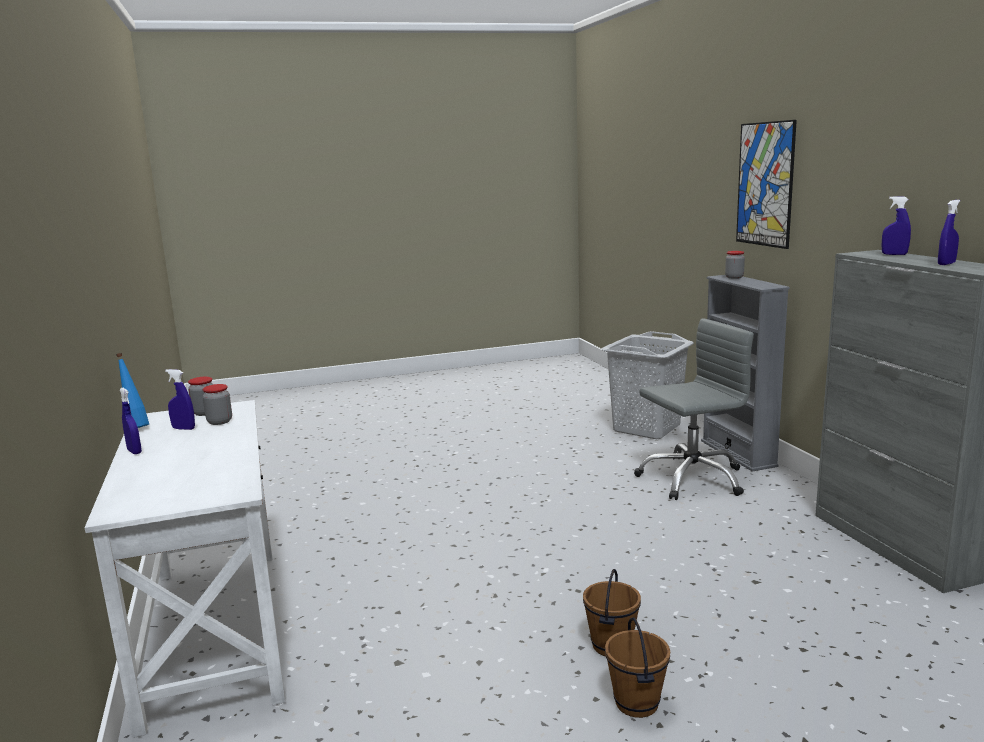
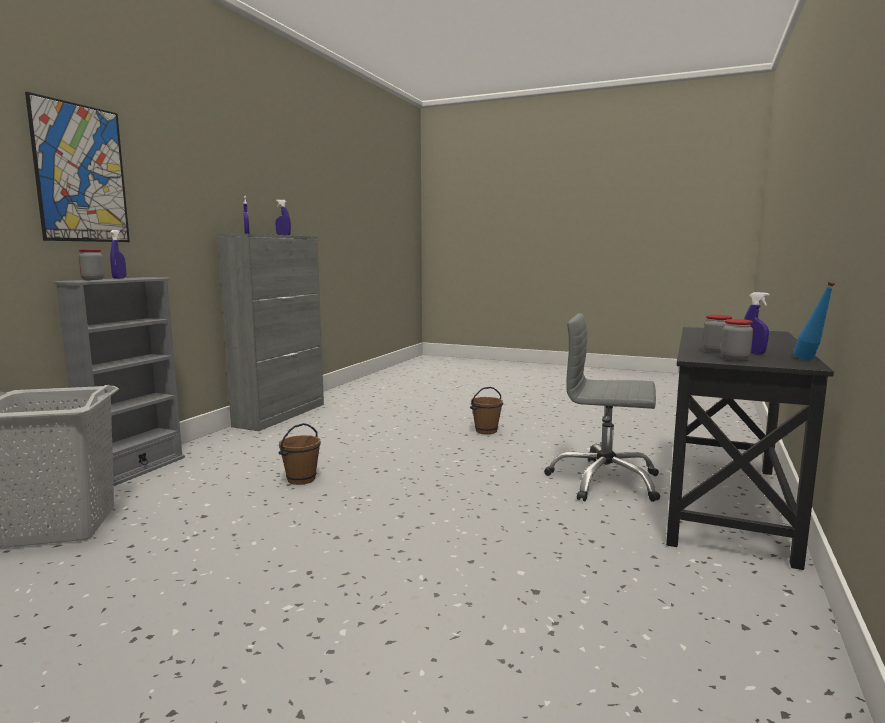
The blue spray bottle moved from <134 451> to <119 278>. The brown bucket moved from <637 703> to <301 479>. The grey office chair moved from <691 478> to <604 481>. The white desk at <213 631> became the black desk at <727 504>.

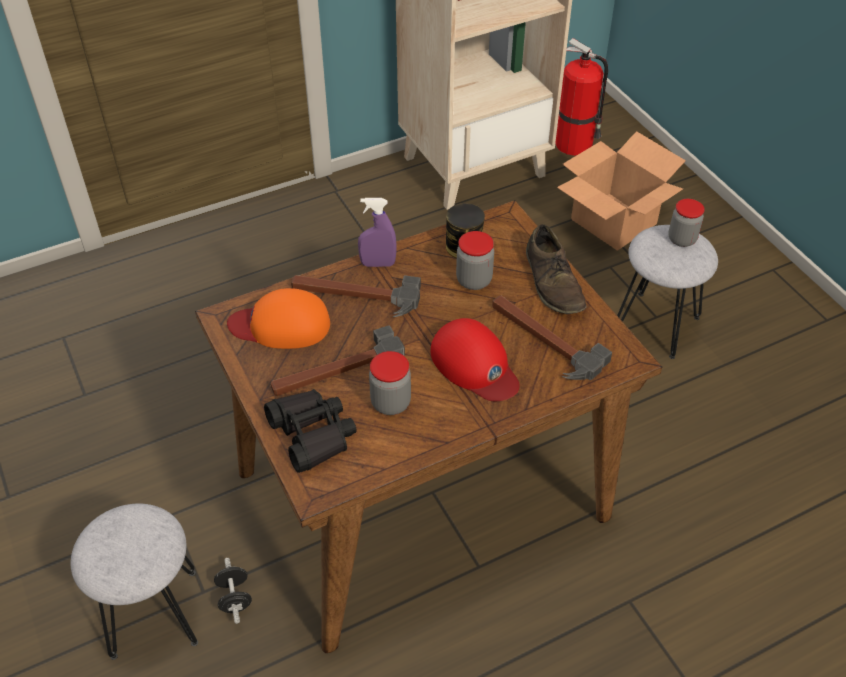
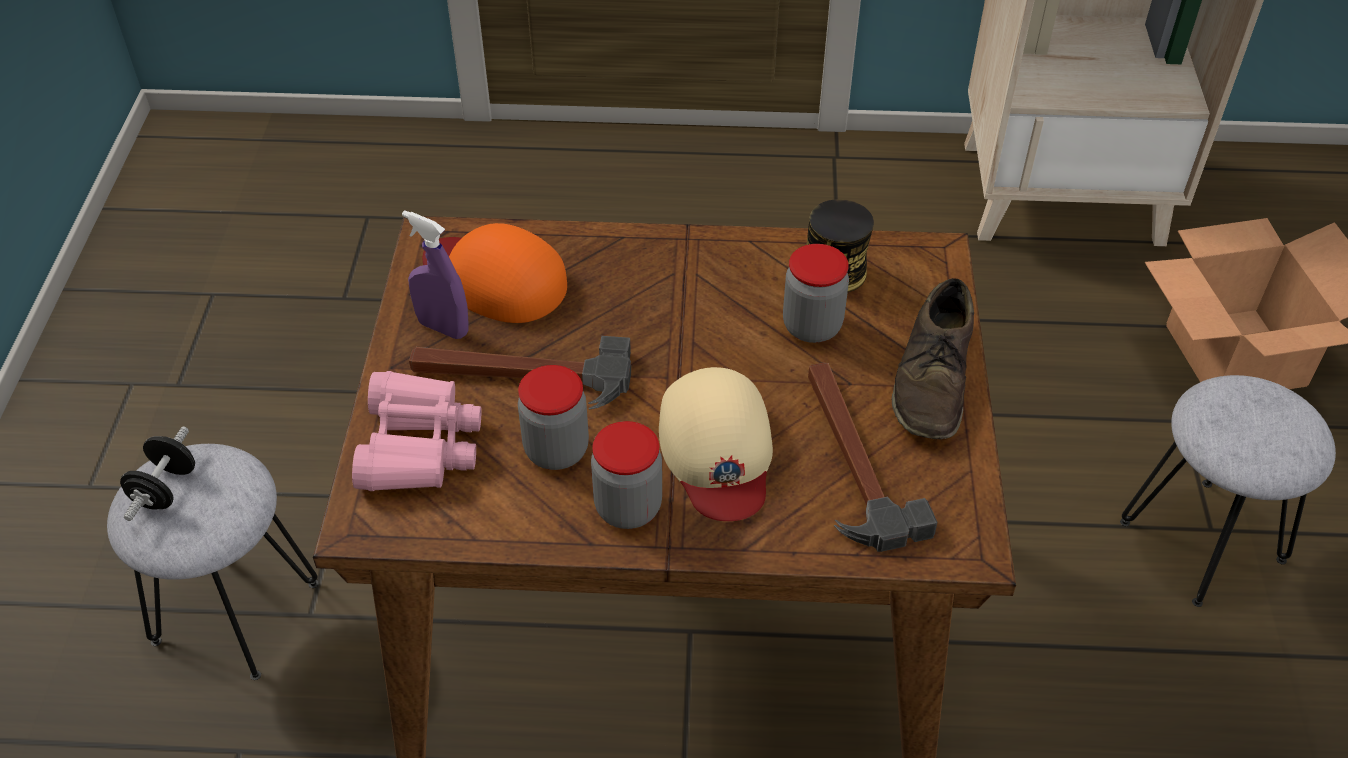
The hammer at <355 295> disappeared. The fire extinguisher at <575 144> disappeared. The black dumbbell moved from <235 597> to <165 489>. The purple spray bottle moved from <378 264> to <443 328>. The jar moved from <682 239> to <628 507>. The black binoculars at <312 434> became the pink binoculars at <418 446>. The red cap at <474 365> became the beige cap at <717 450>.

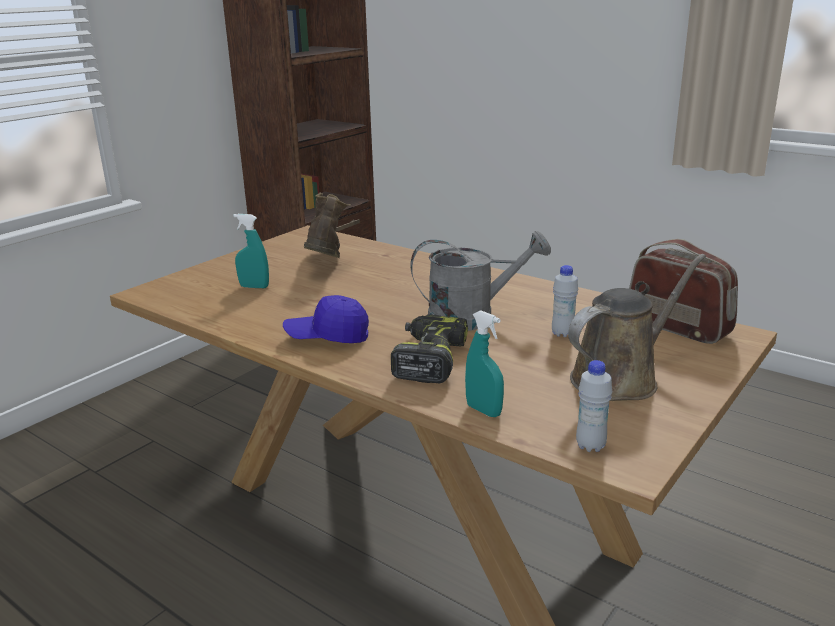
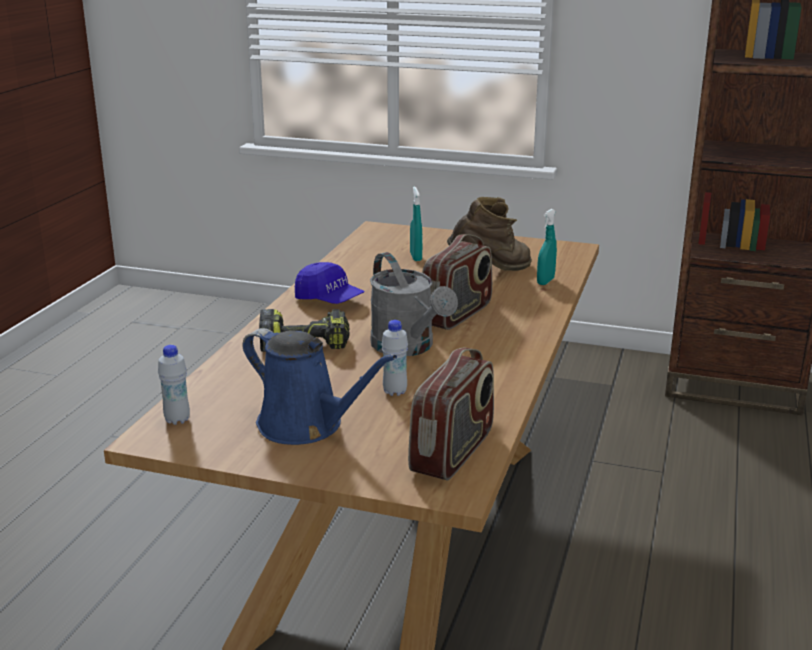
The radio at <457 314> appeared. The turquoise spray bottle moved from <483 410> to <545 281>. The brown watering can at <620 378> became the blue watering can at <306 426>. The blue cap at <327 337> turned 150 degrees clockwise.

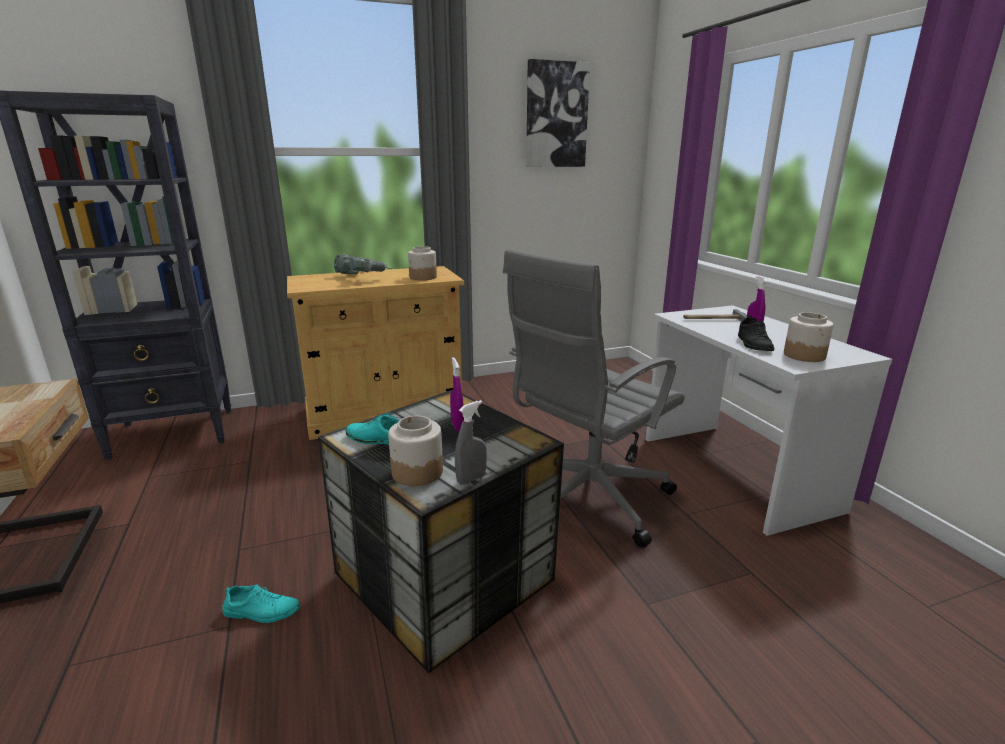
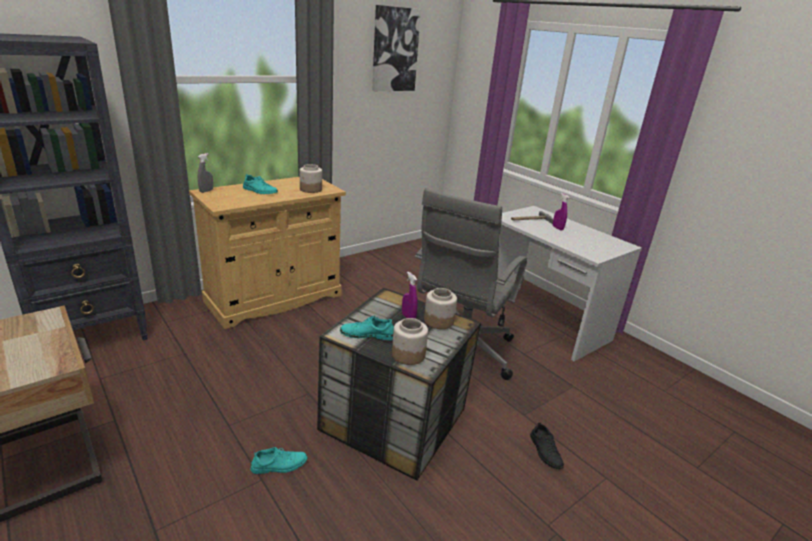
The grey spray bottle moved from <471 479> to <206 191>. The black shoe moved from <754 344> to <545 451>. The jar moved from <804 355> to <439 321>. The power drill at <362 278> was replaced by the turquoise shoe at <260 191>.

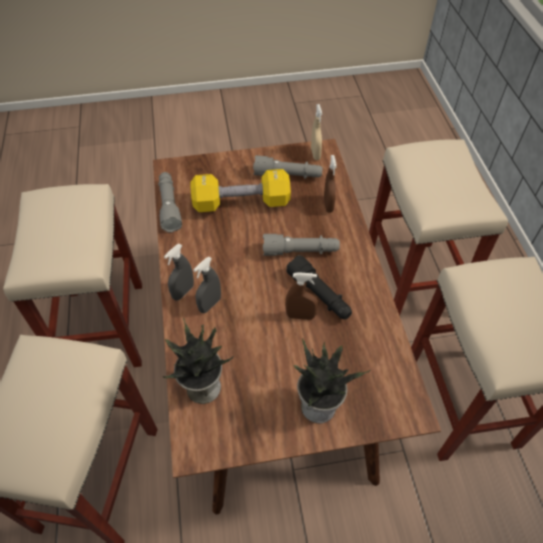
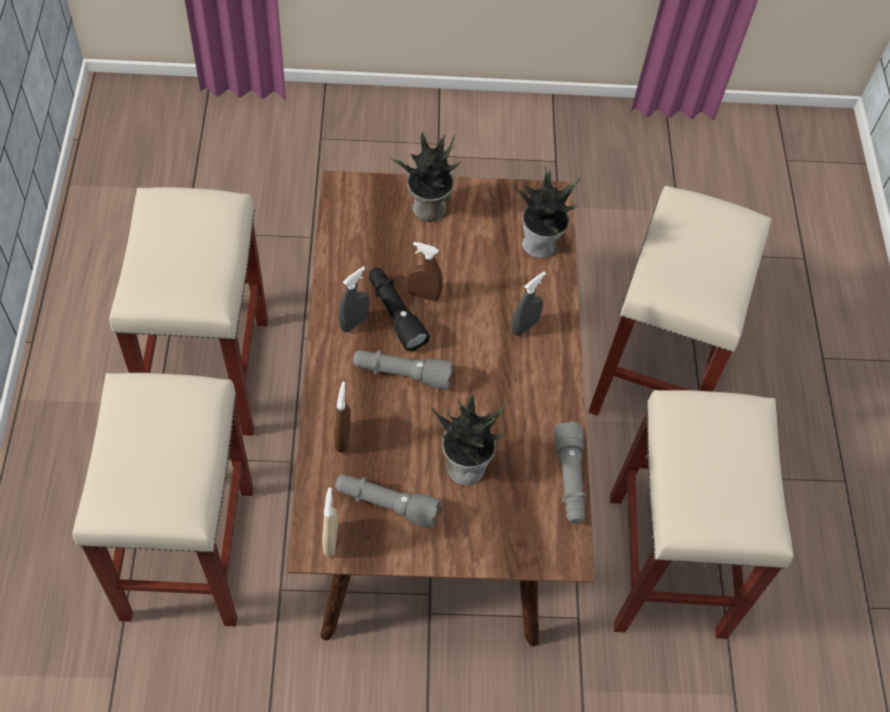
The grey spray bottle moved from <183 292> to <354 323>. The yellow dumbbell at <241 203> was replaced by the potted plant at <465 465>.

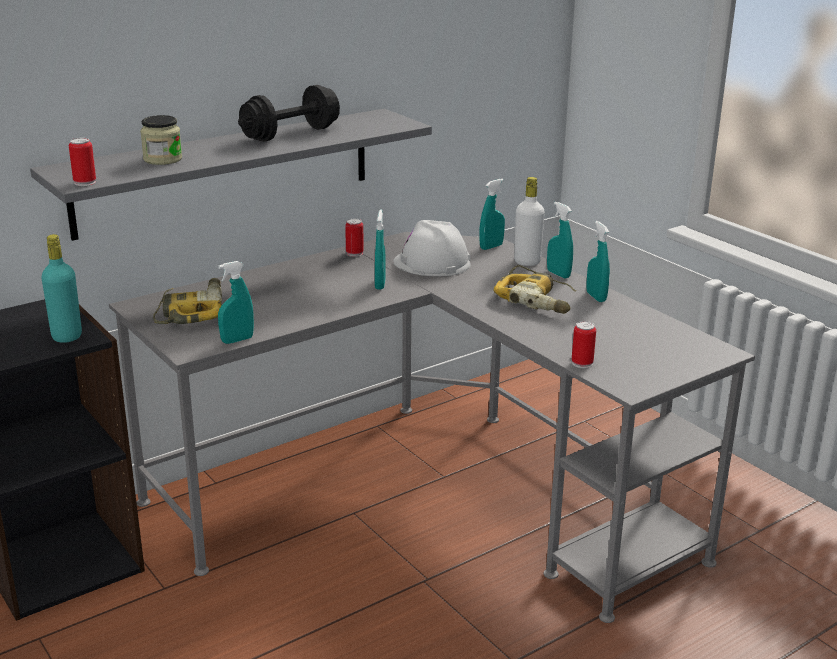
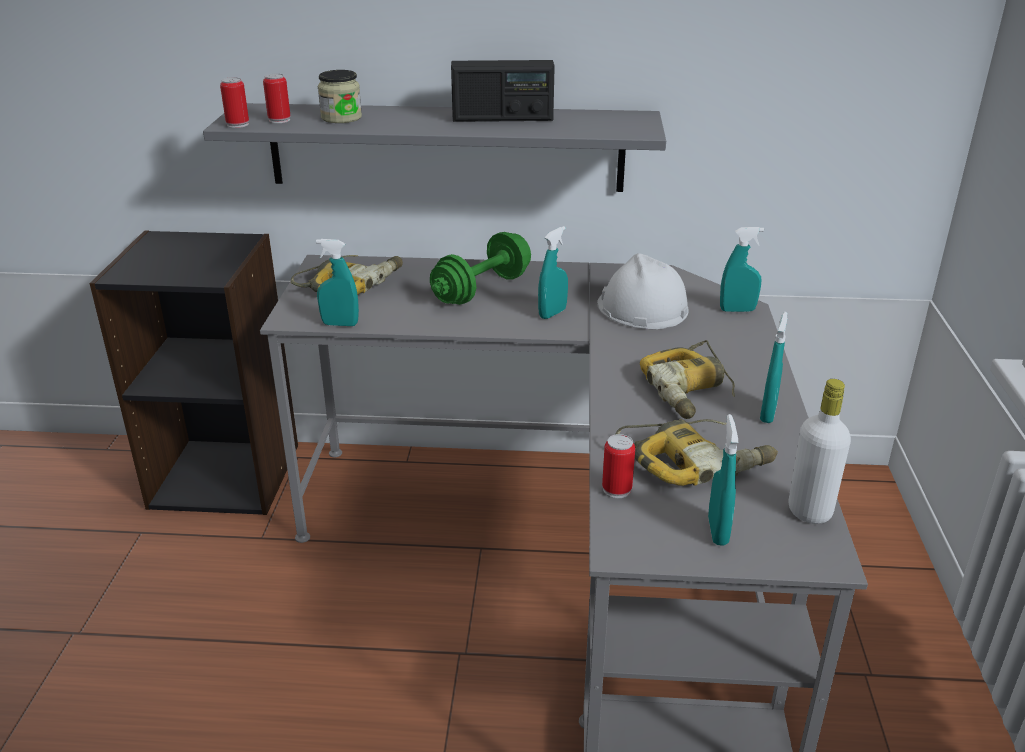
The turquoise bottle at <67 336> disappeared. The green dumbbell at <482 289> appeared. The power drill at <695 460> appeared. The can moved from <354 253> to <279 120>. The white bottle moved from <527 262> to <809 511>. The turquoise spray bottle moved from <558 274> to <717 531>. The black dumbbell at <291 134> was replaced by the radio at <502 118>.

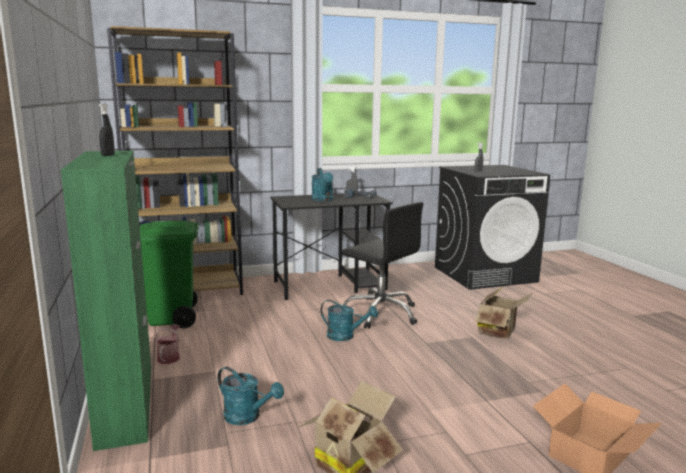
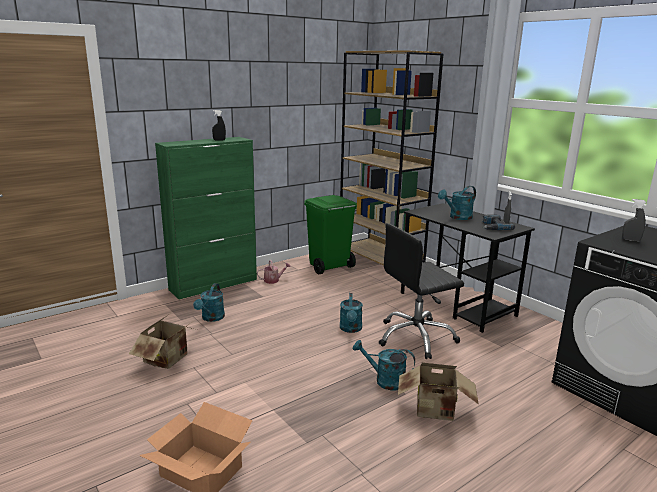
The turquoise watering can at <384 381> appeared. The black office chair at <381 313> turned 45 degrees clockwise.

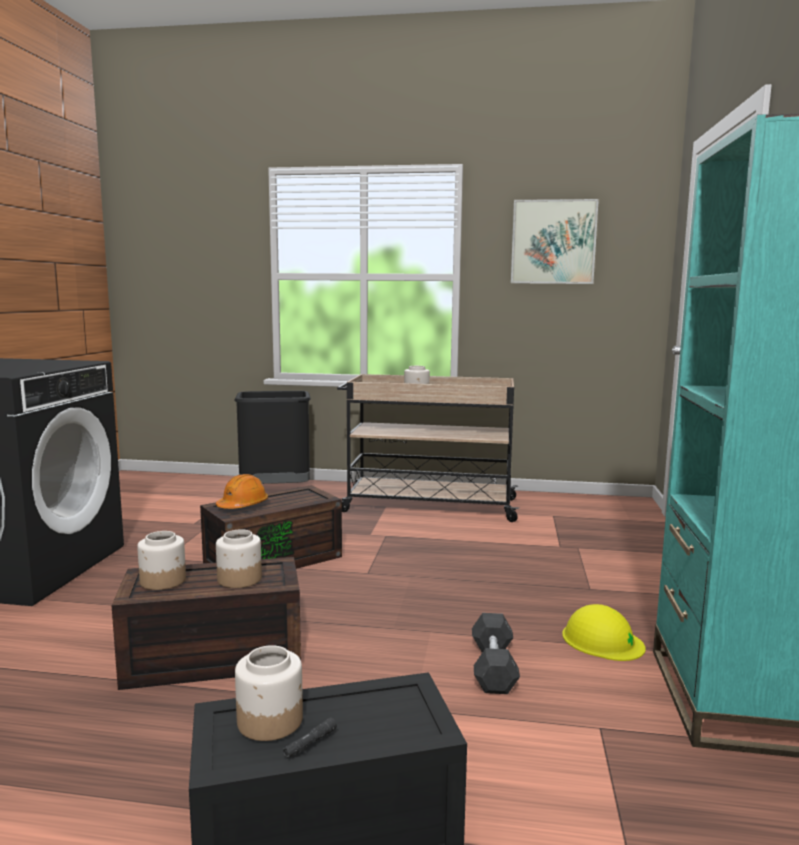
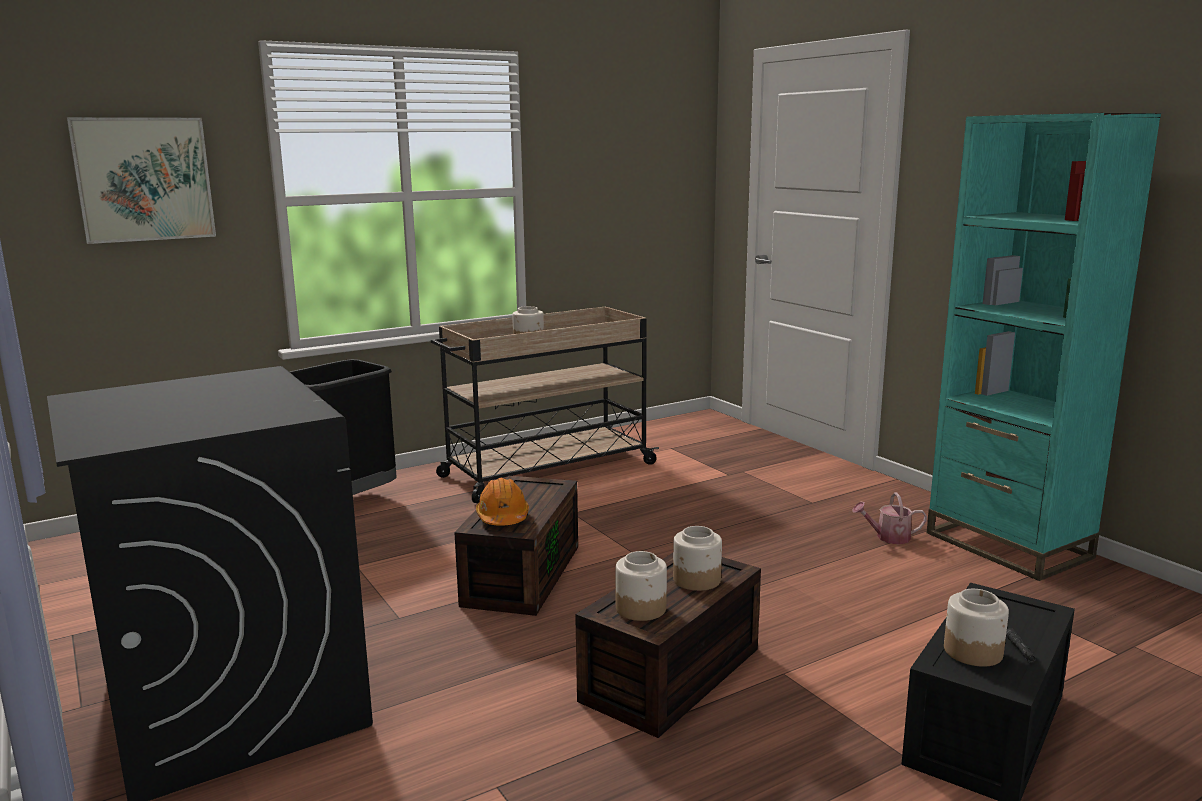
The grey dumbbell at <493 667> disappeared. The picture moved from <553 242> to <144 179>. The yellow hard hat at <602 640> was replaced by the watering can at <888 537>.

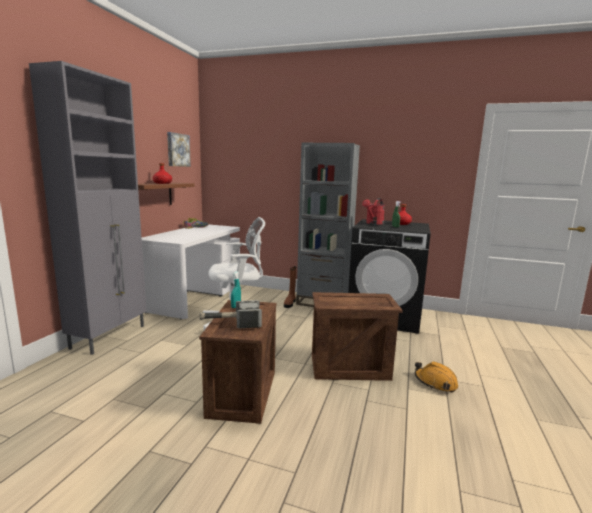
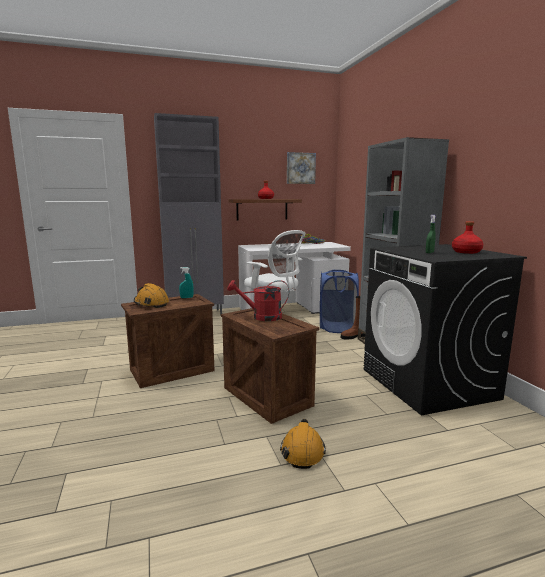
The blue laundry basket at <337 327> appeared. The red watering can moved from <373 223> to <261 317>. The hammer at <230 323> was replaced by the orange hard hat at <151 303>.

